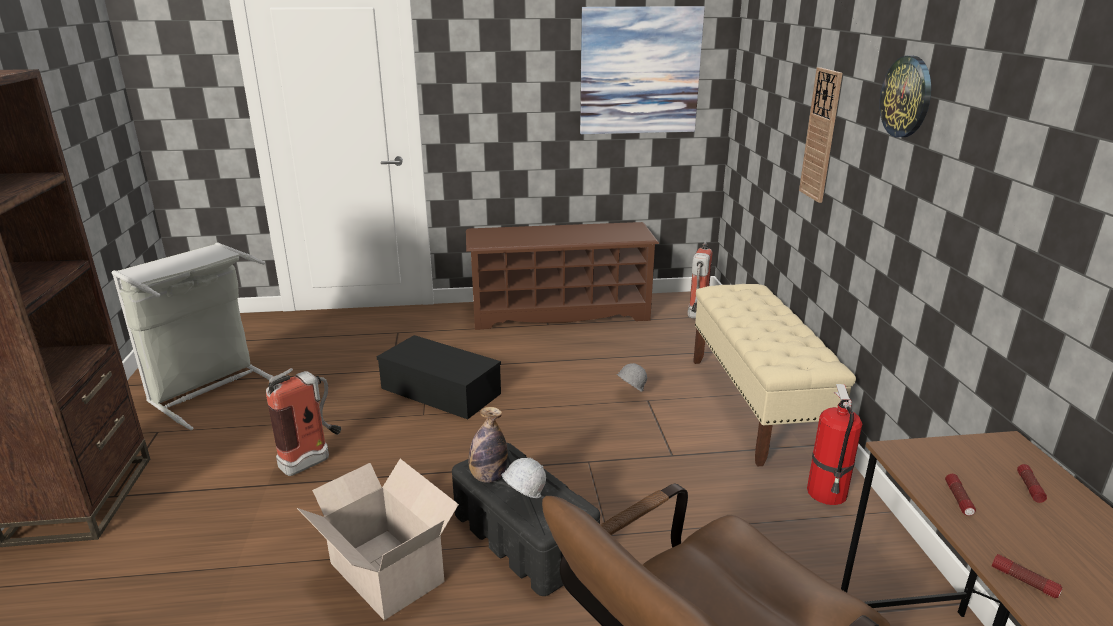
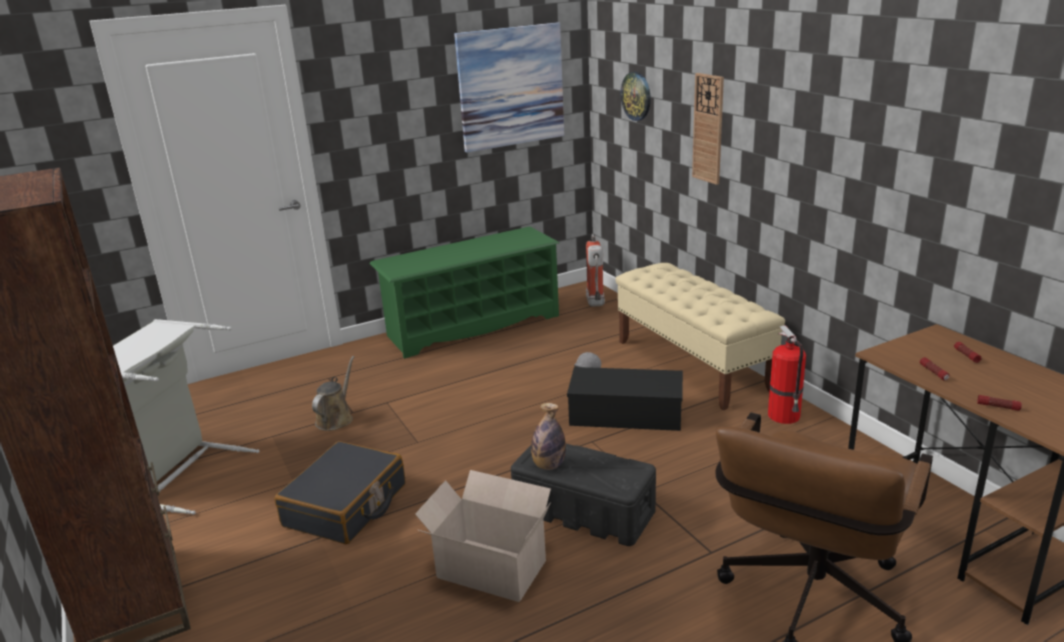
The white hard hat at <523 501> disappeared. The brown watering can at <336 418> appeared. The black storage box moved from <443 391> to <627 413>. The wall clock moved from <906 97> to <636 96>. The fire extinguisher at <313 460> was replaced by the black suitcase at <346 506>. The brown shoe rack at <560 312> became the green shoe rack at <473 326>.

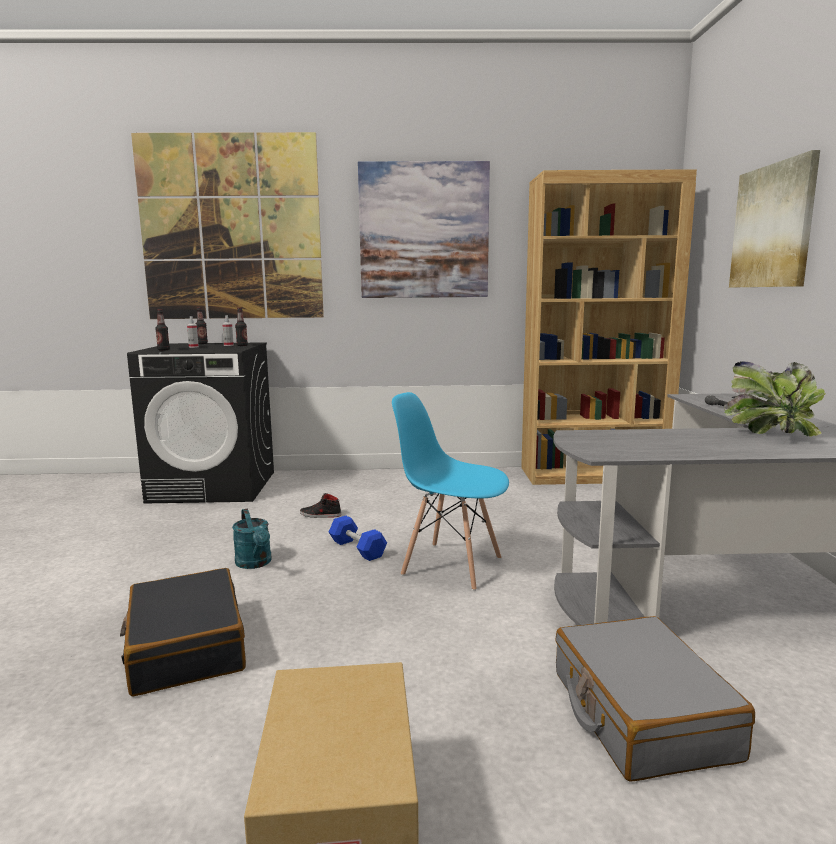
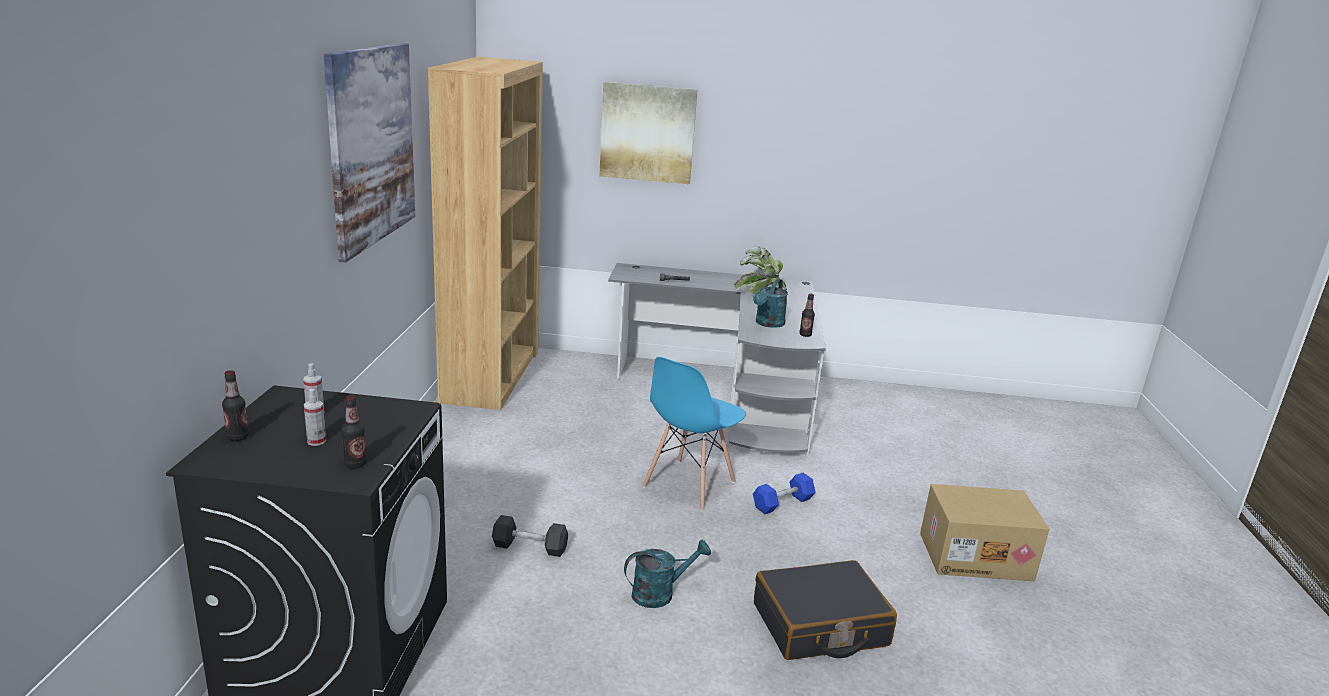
The picture at <231 228> disappeared. The grey suitcase at <640 714> disappeared. The turquoise watering can at <768 324> appeared. The bottle moved from <242 345> to <805 335>. The blue dumbbell moved from <357 549> to <782 503>. The black shoe at <320 515> was replaced by the grey dumbbell at <530 547>.

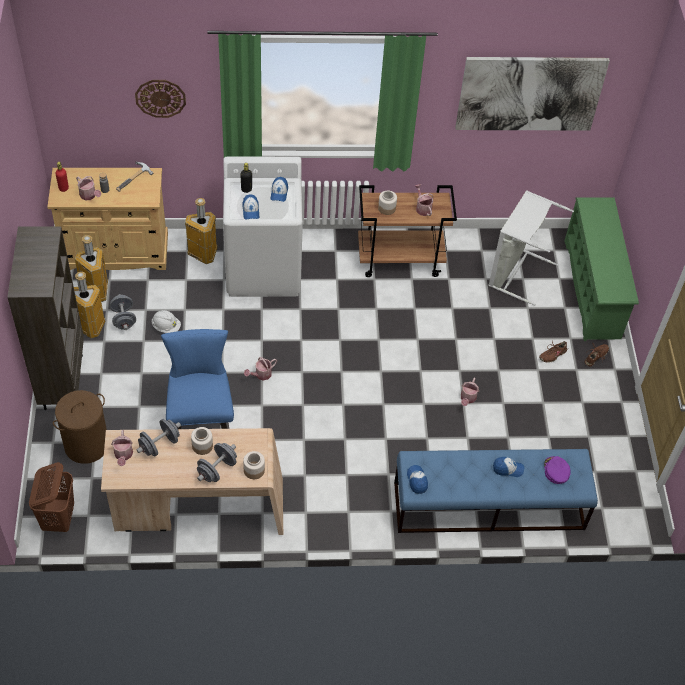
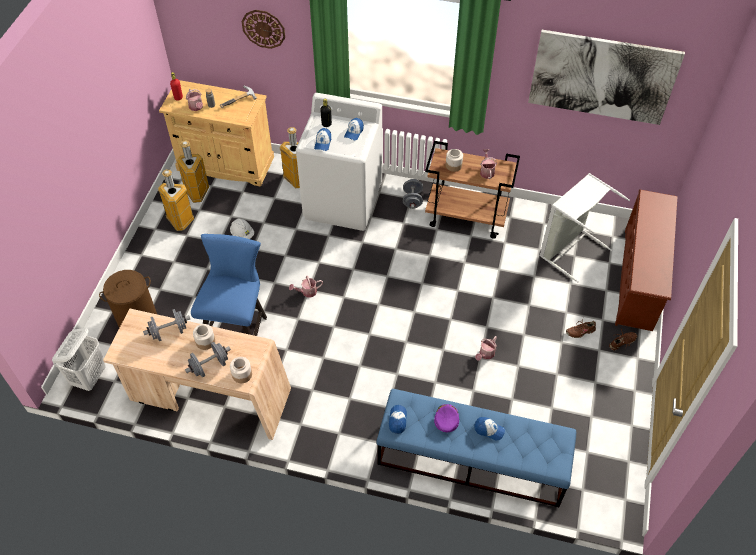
The brown bookcase at <62 381> disappeared. The watering can at <123 455> disappeared. The grey dumbbell moved from <123 319> to <412 200>. The purple cap moved from <556 471> to <446 419>. The brown laundry basket at <58 518> became the white laundry basket at <89 377>. The green shoe rack at <593 289> became the brown shoe rack at <639 279>.

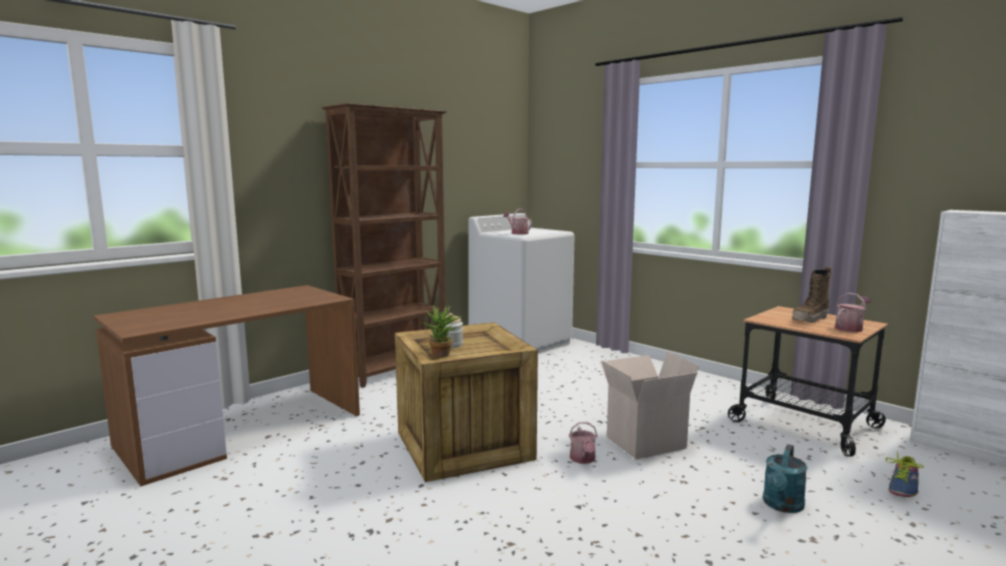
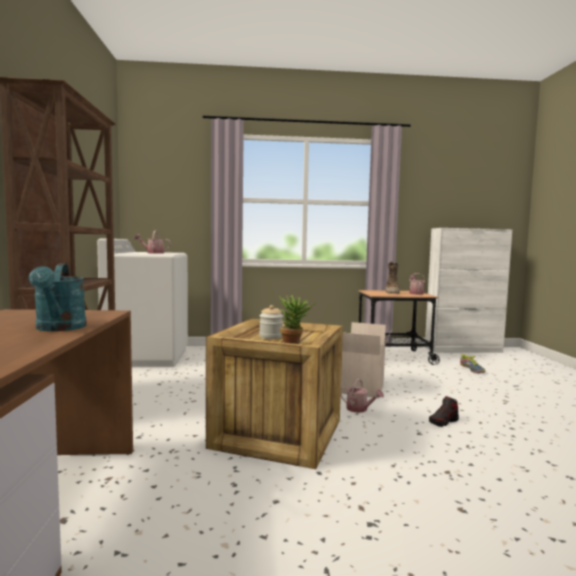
The shoe at <443 421> appeared. The turquoise watering can moved from <782 506> to <59 328>.

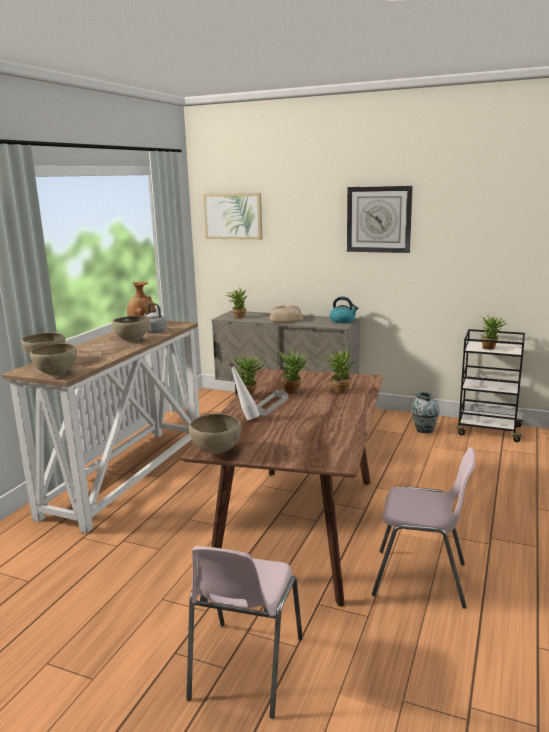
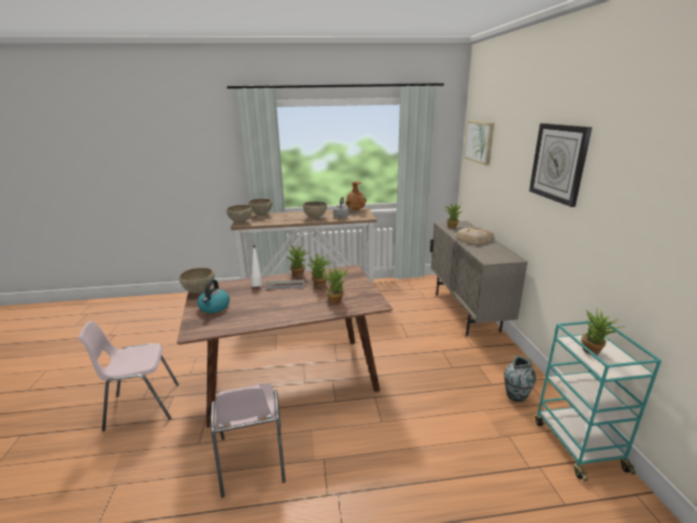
The kettle moved from <343 321> to <214 307>. The black cart at <487 430> became the turquoise cart at <577 444>.

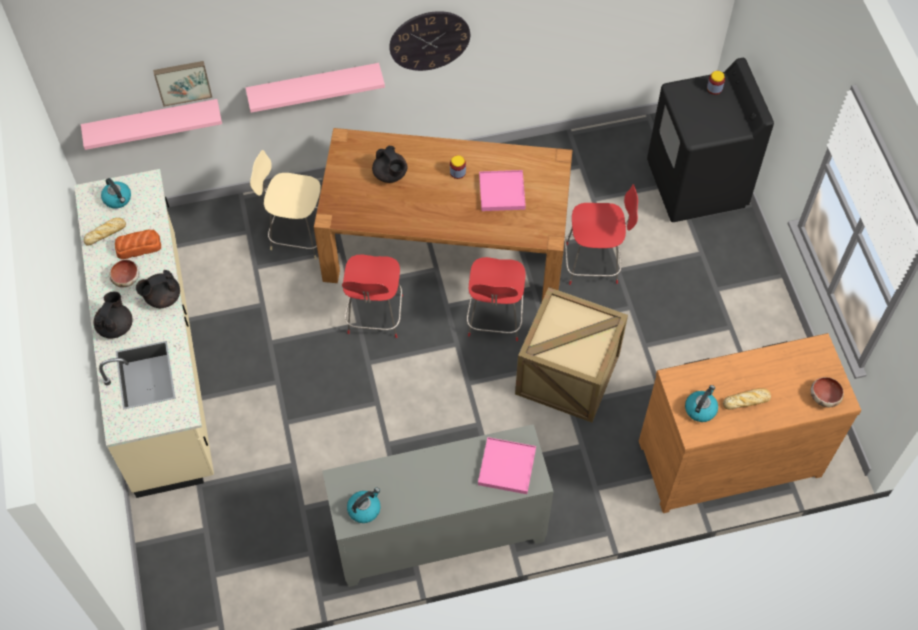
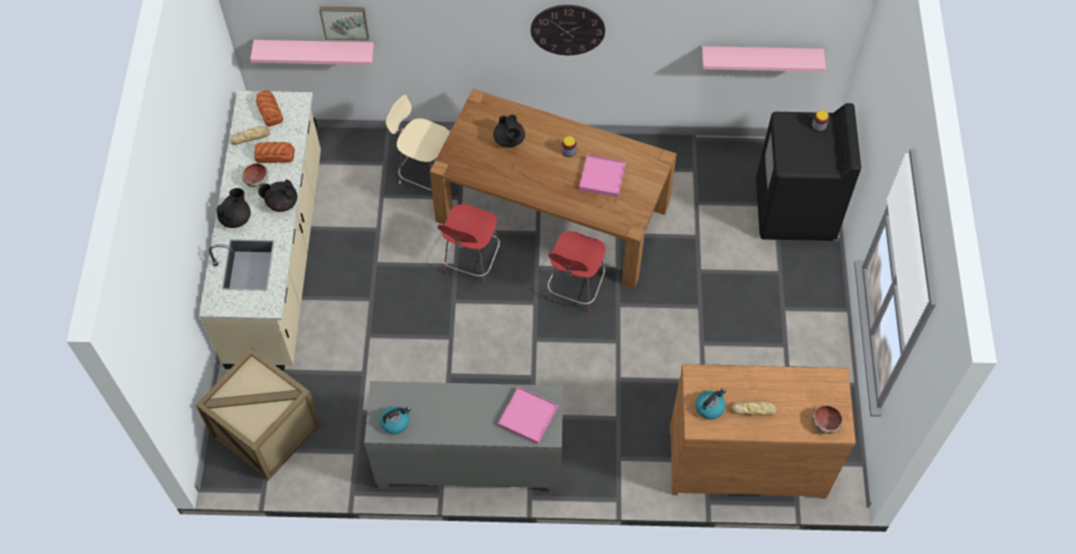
The red chair at <594 263> disappeared. The pink shelf moved from <314 85> to <760 56>. The crate moved from <568 376> to <266 431>. The kettle at <118 199> was replaced by the bread at <270 110>.

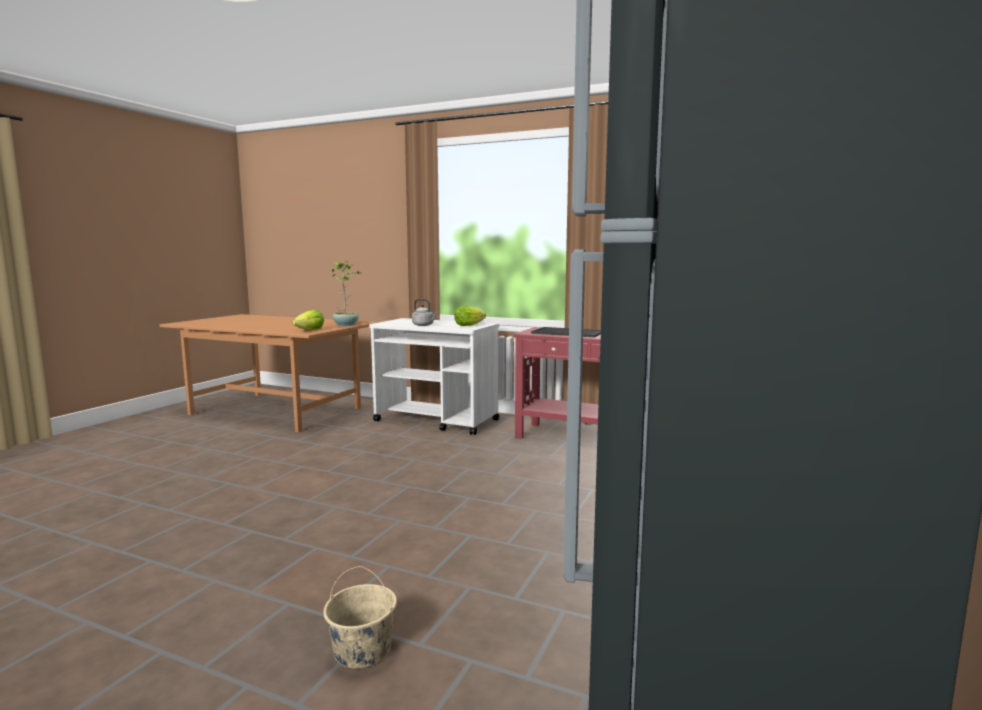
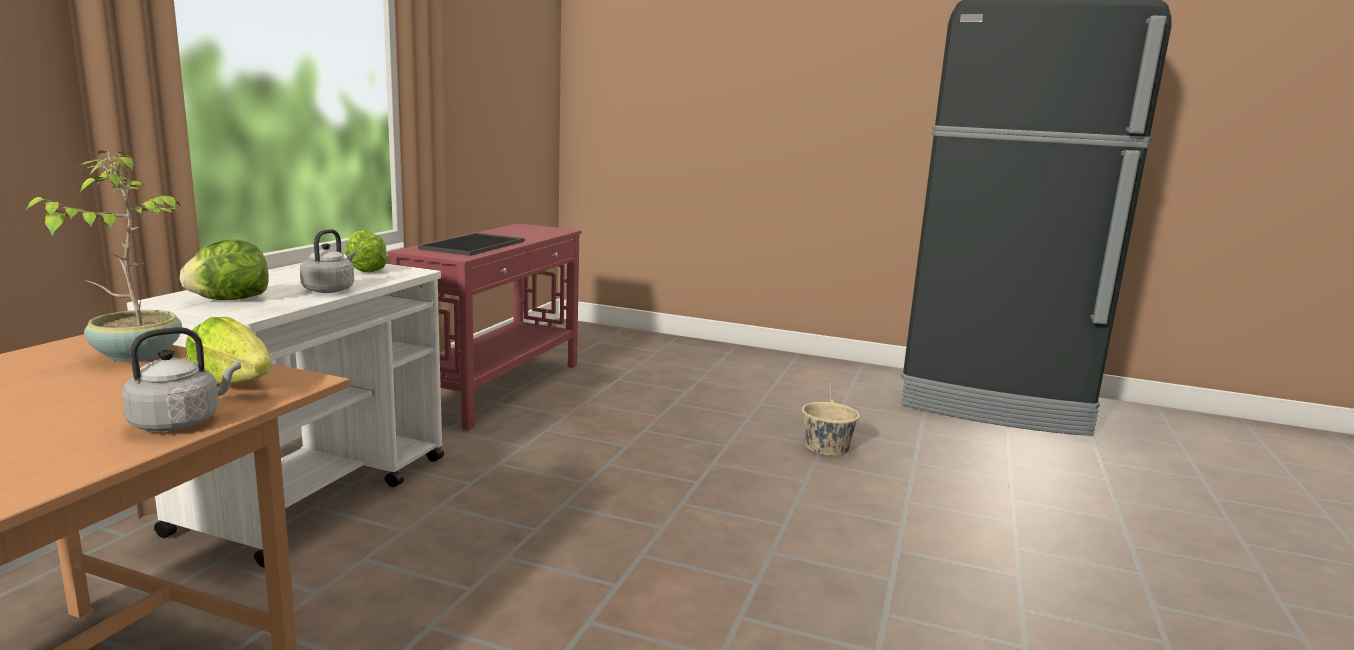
The grey kettle at <180 422> appeared. The lettuce at <229 300> appeared. The beige bucket moved from <362 650> to <826 448>.

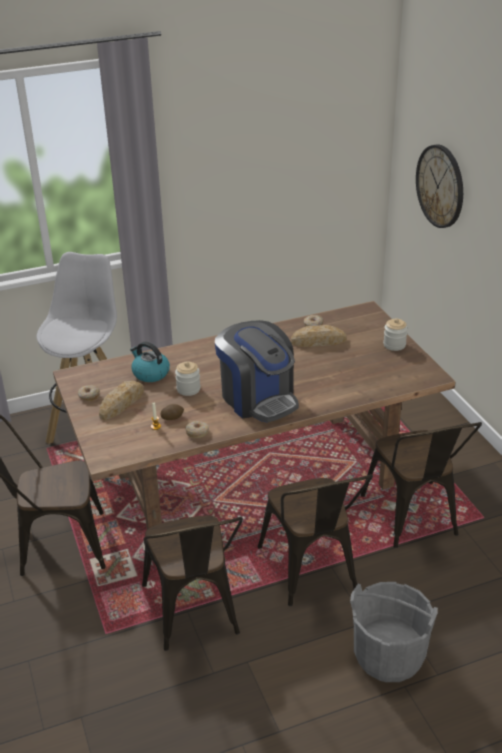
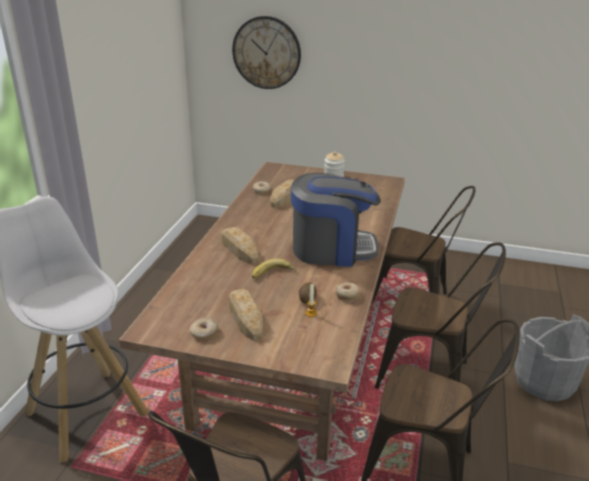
The kettle at <150 373> disappeared. The bread at <239 249> appeared. The jar at <188 389> was replaced by the banana at <273 274>.

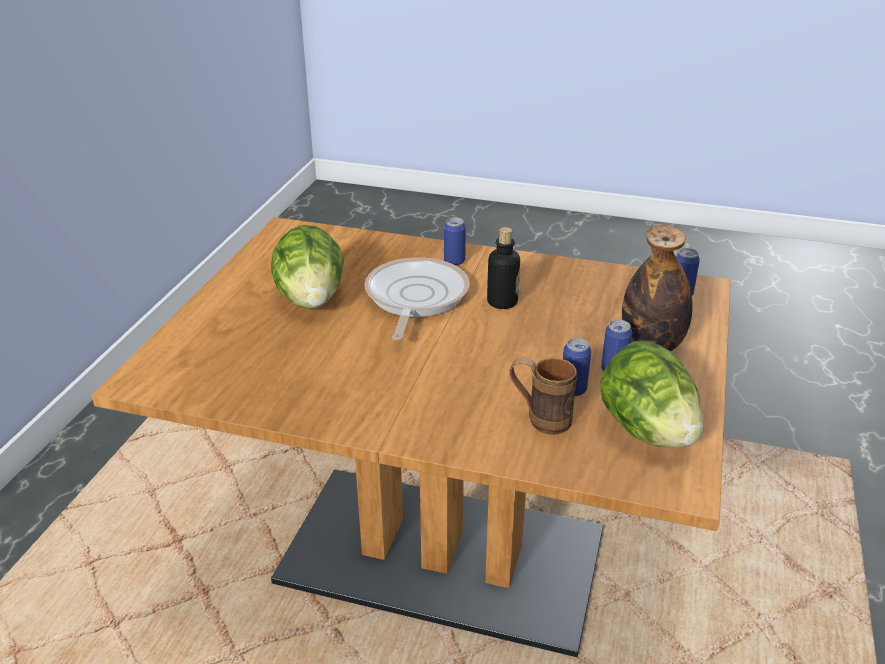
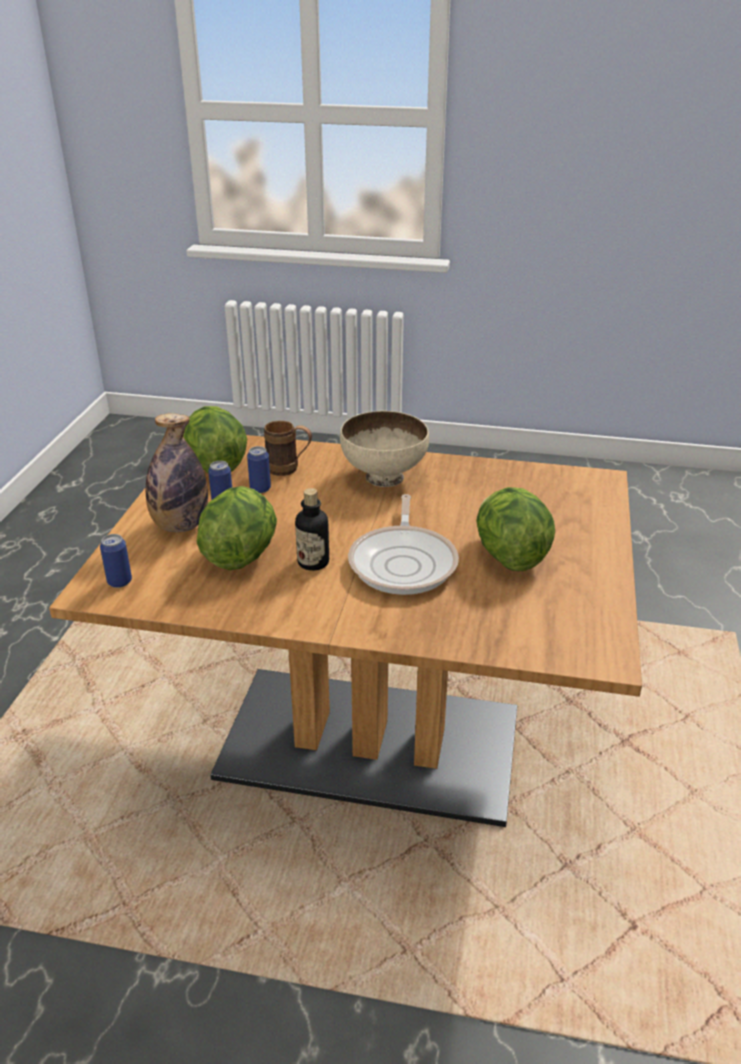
The can at <454 261> disappeared. The lettuce at <240 555> appeared. The beige bowl at <383 477> appeared.

